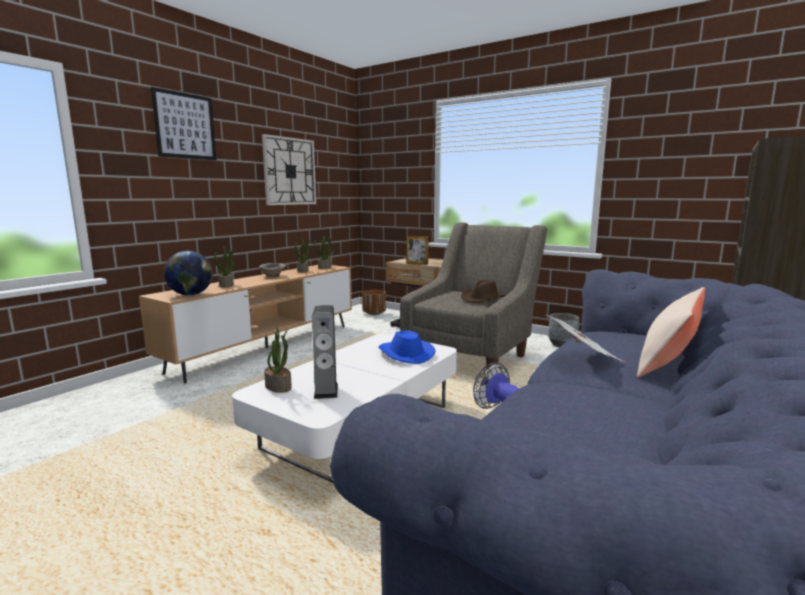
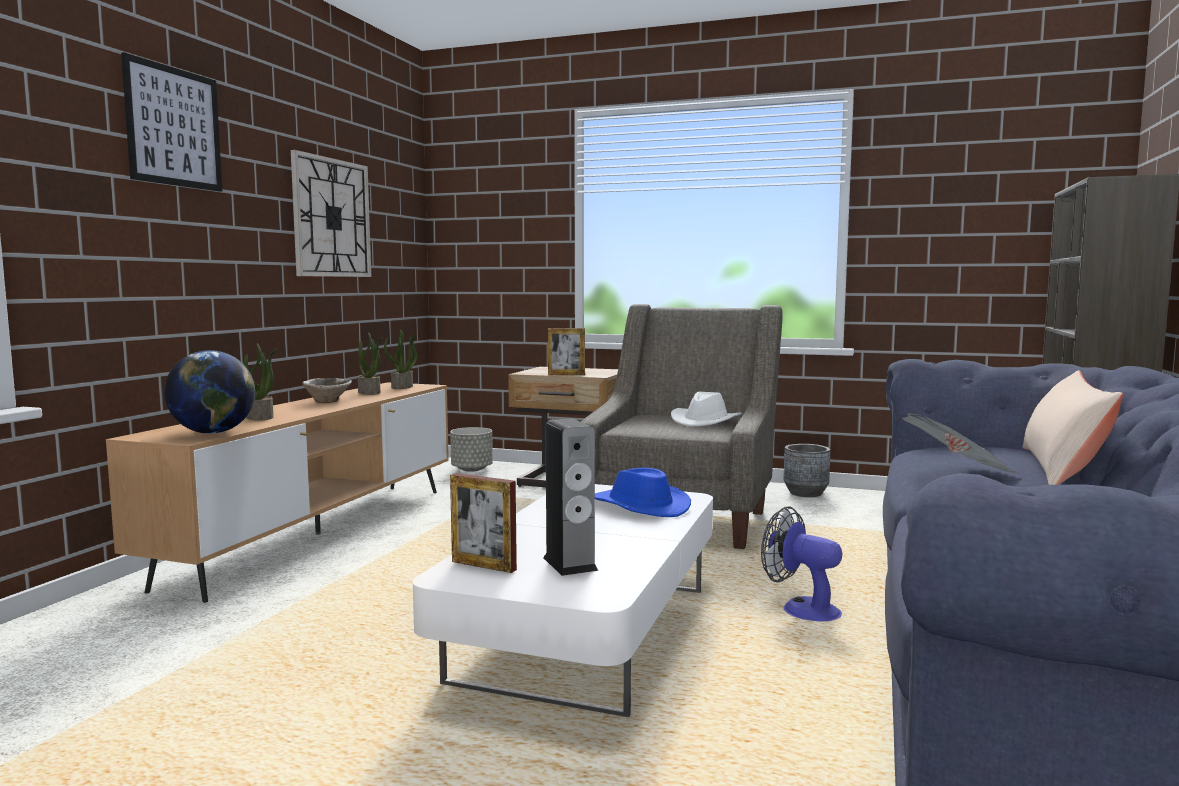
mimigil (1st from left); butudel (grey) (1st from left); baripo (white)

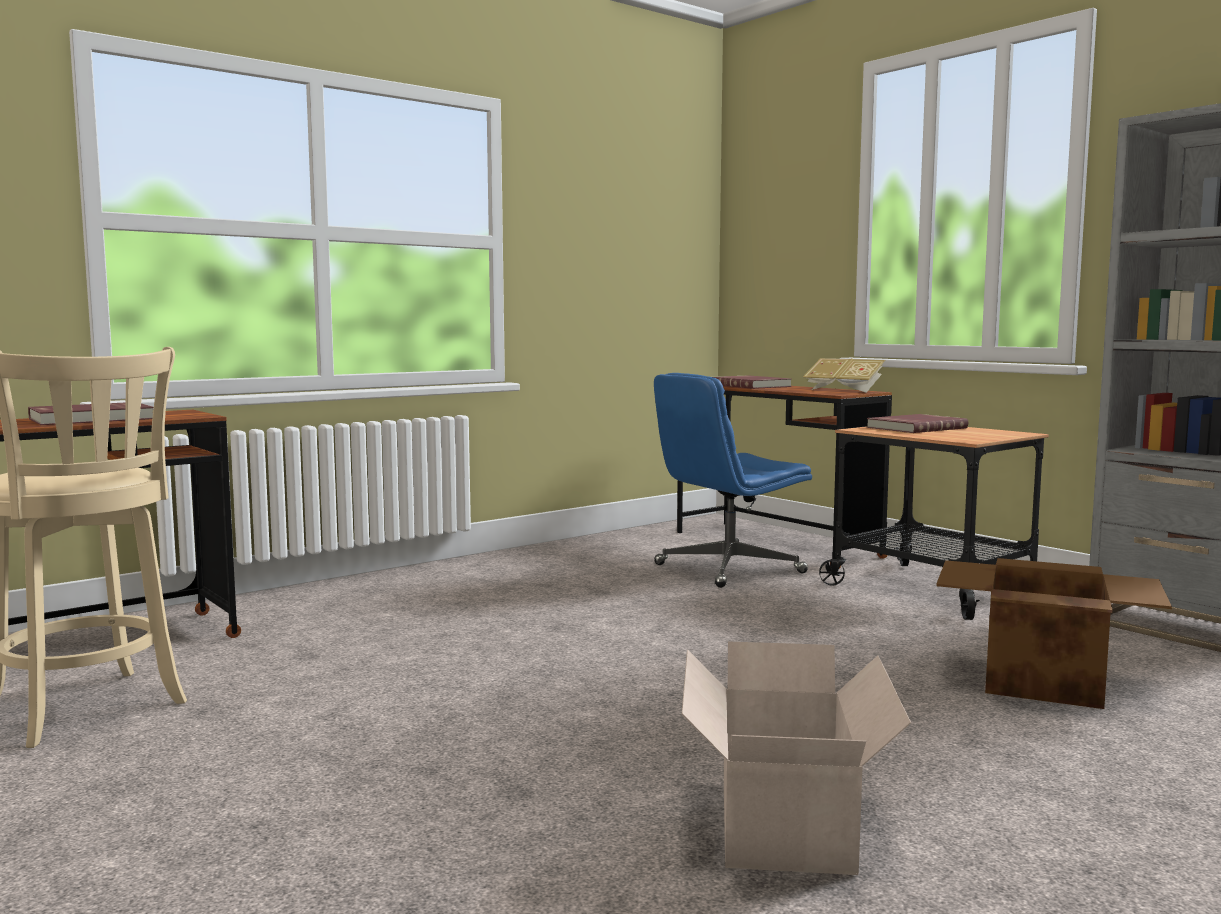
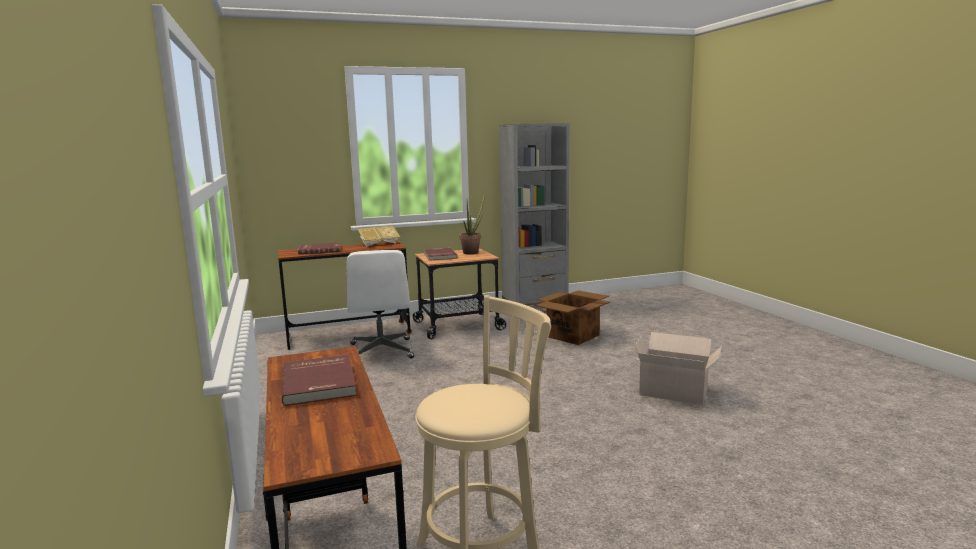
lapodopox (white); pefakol

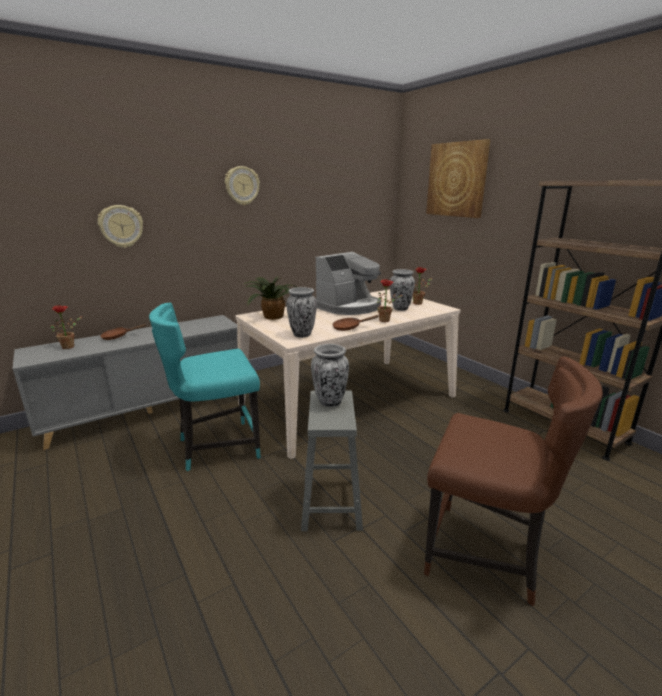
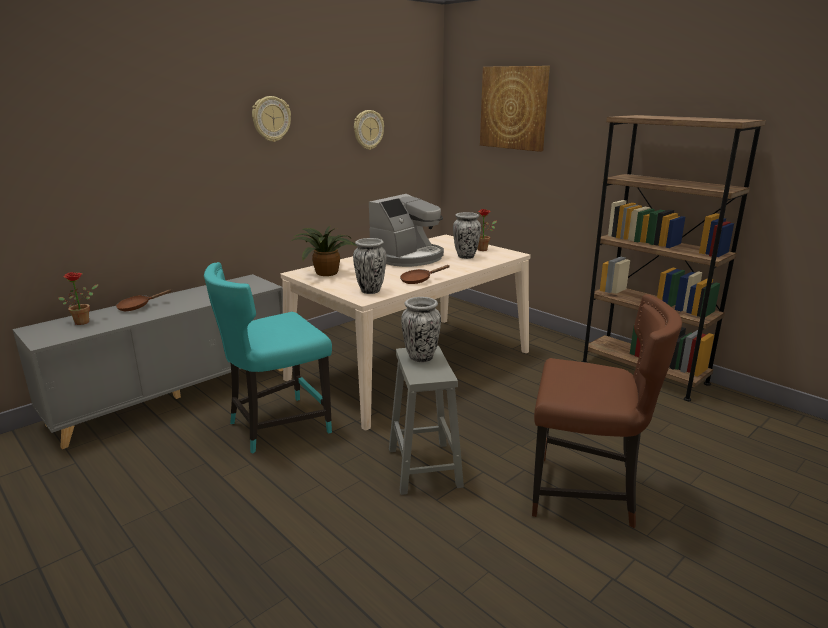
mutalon (2nd from left); pefakol (3rd from left in the first image)

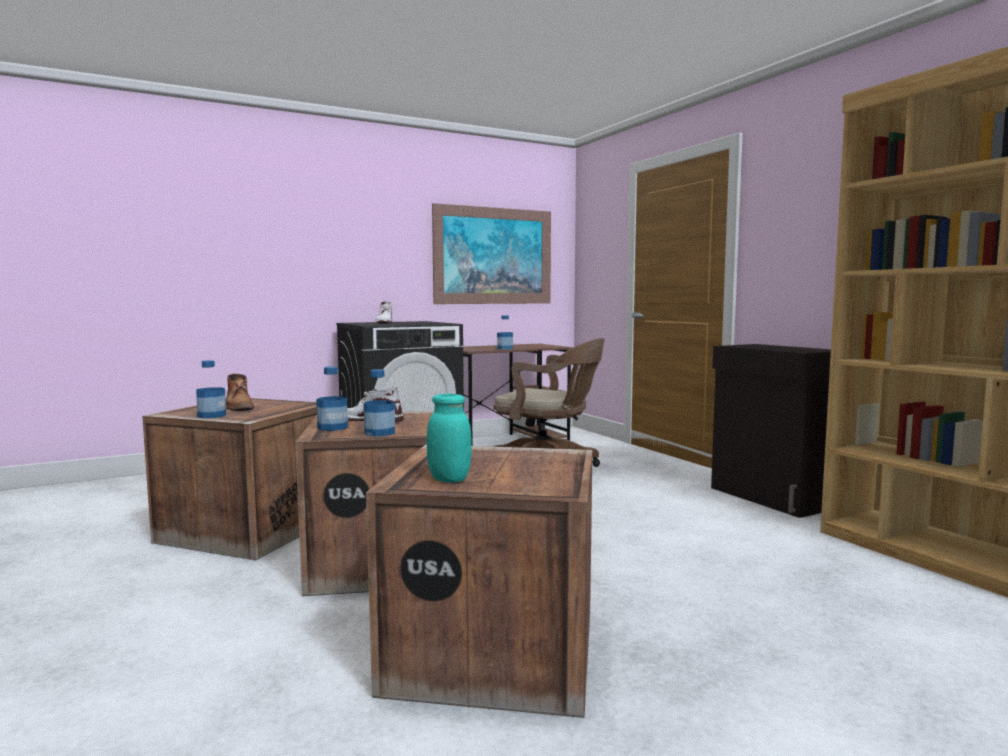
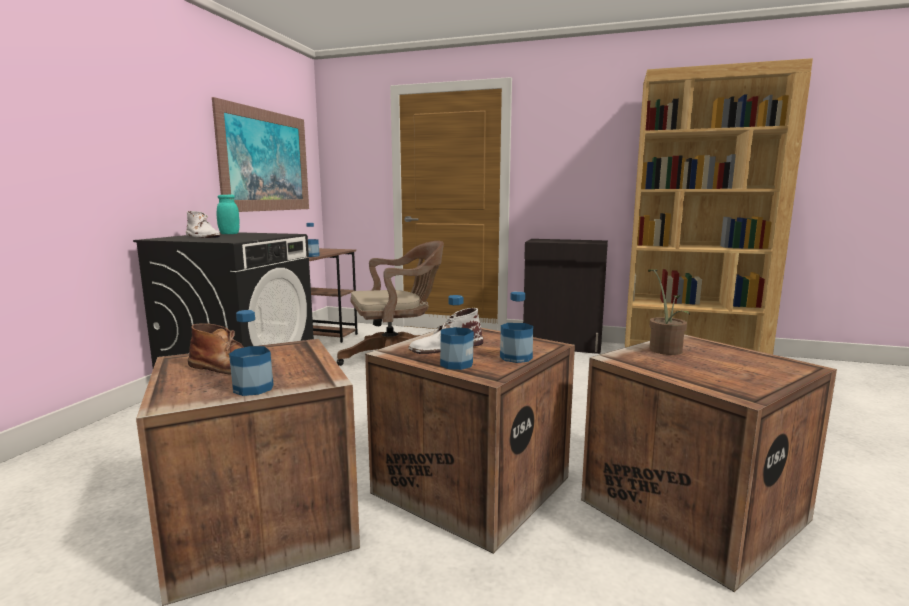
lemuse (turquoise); pefakol

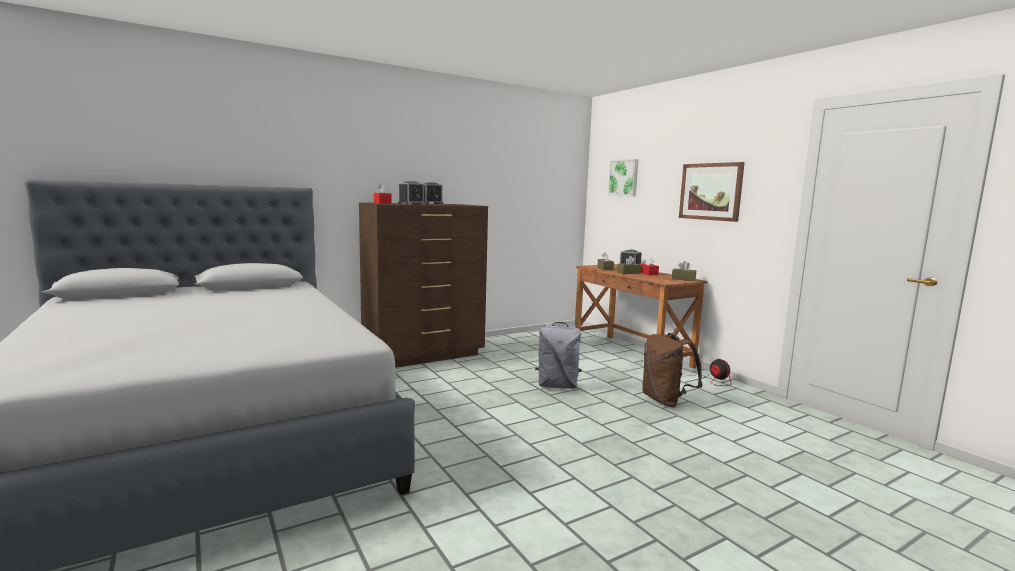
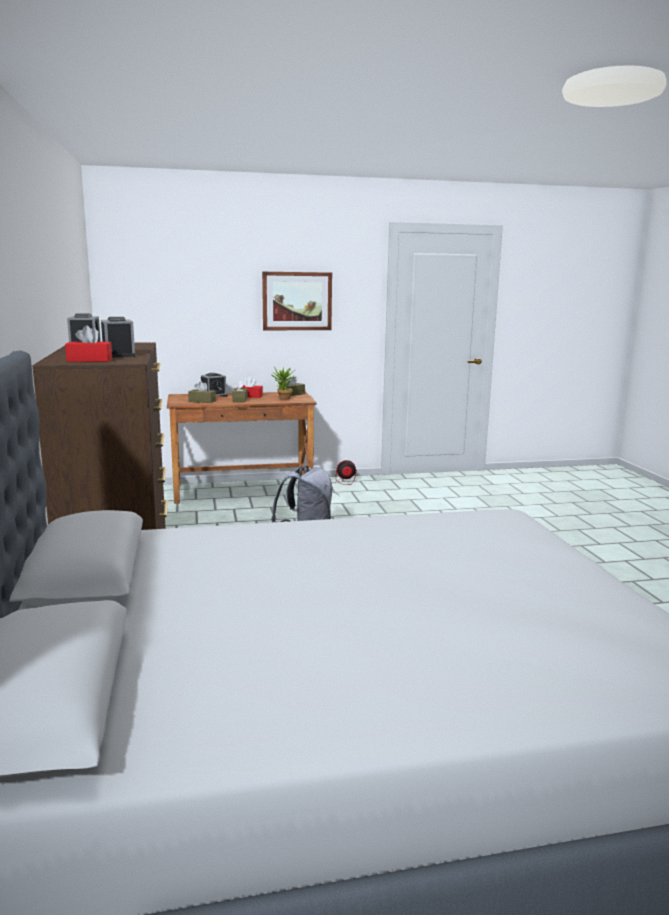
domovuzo (1st from left in the first image); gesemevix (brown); pefakol

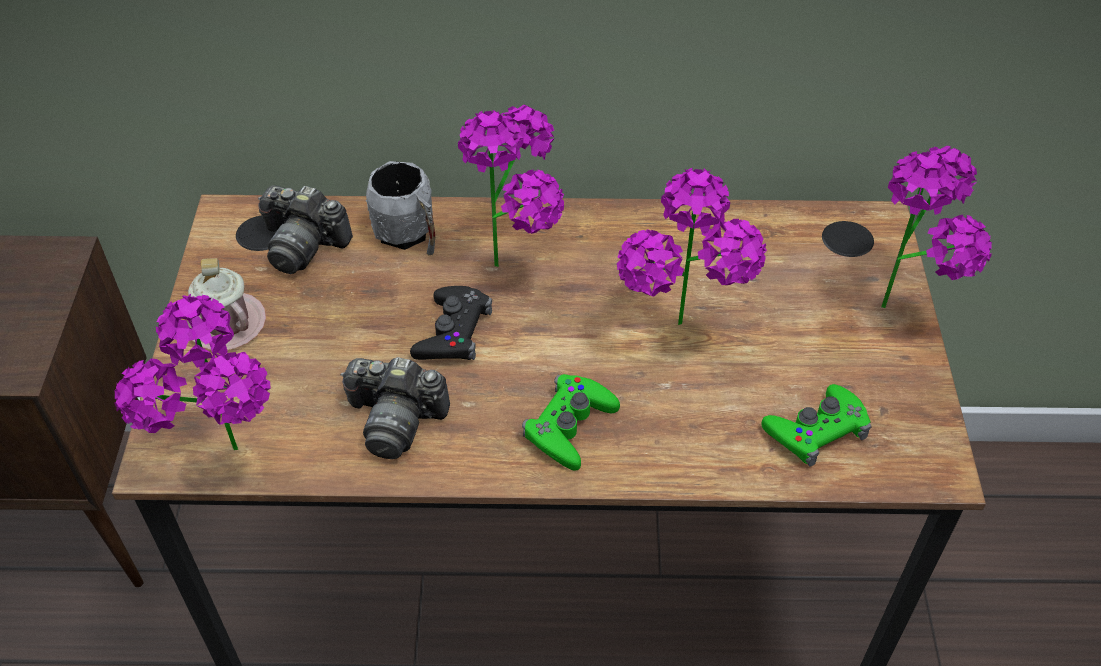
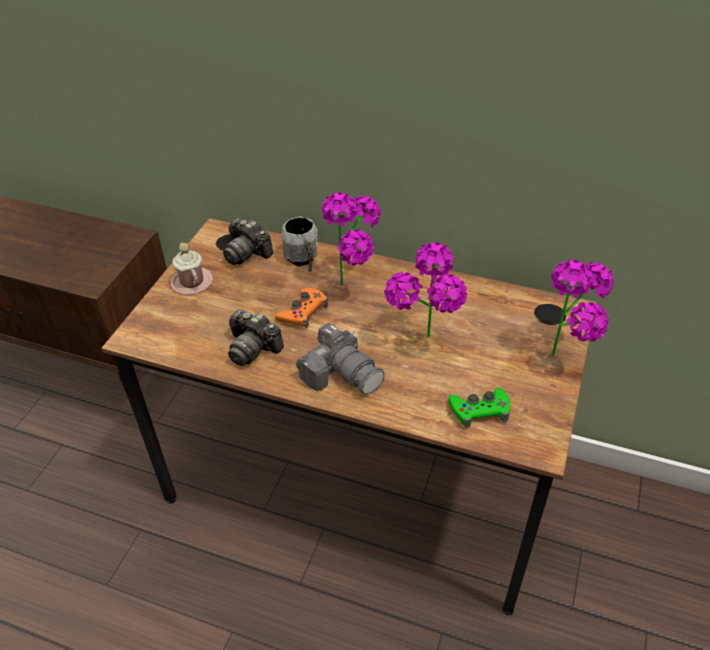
pefakol (1st from left in the first image); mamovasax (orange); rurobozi (3rd from left)

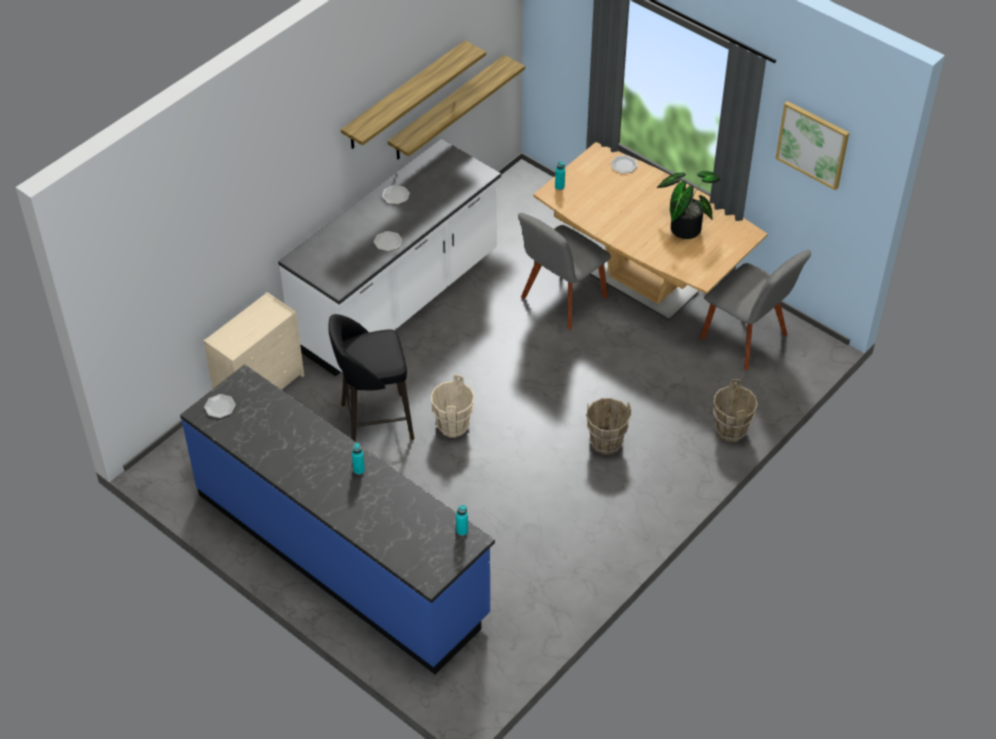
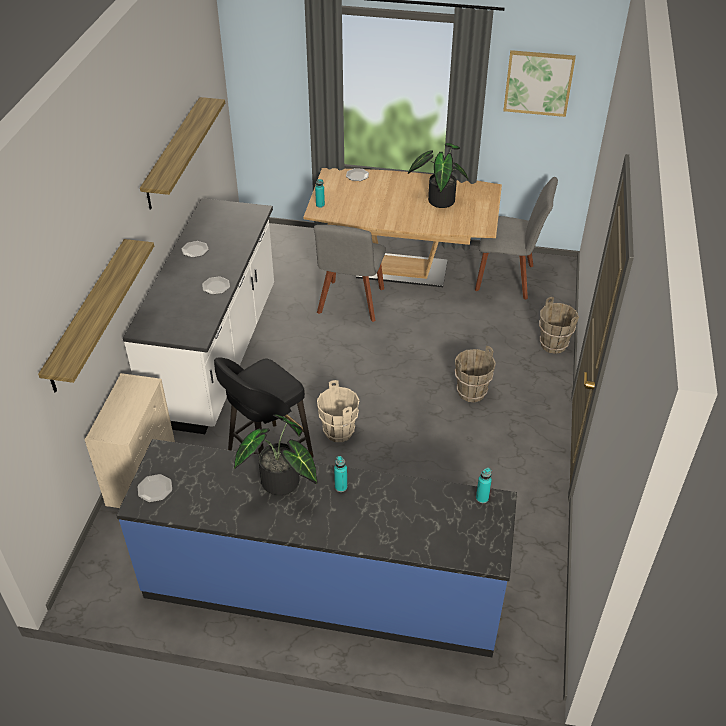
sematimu (1st from left); pefakol (1st from left)

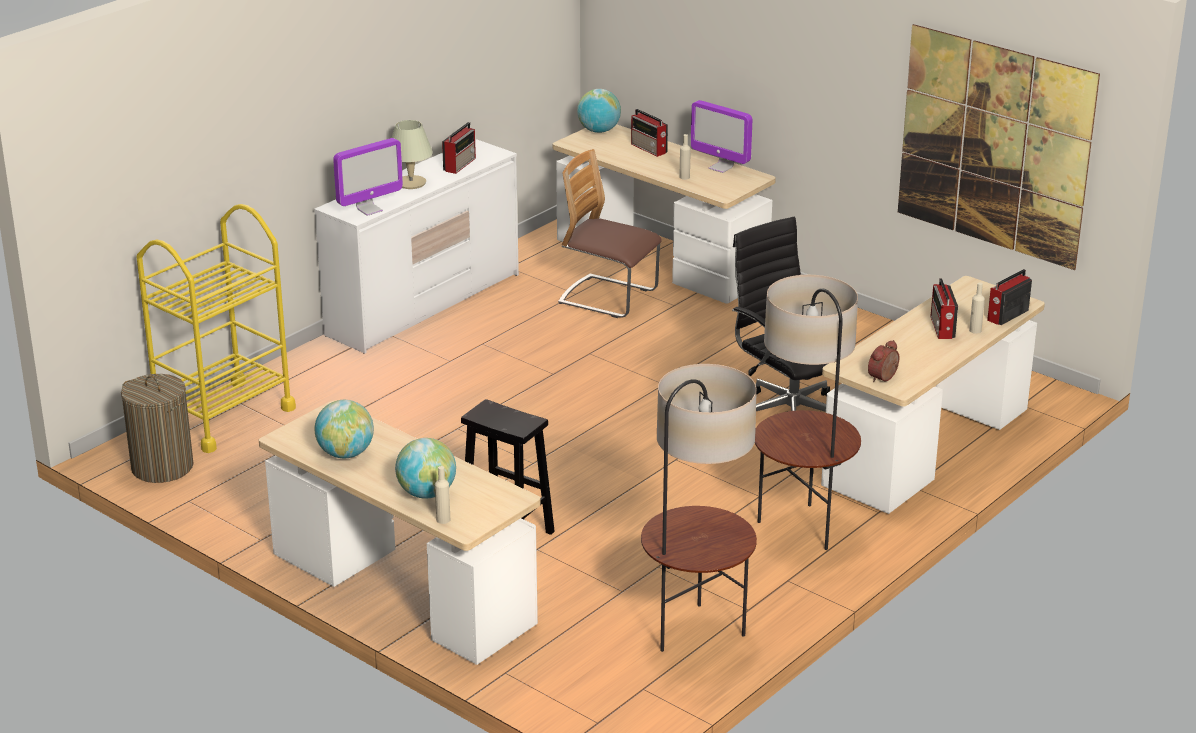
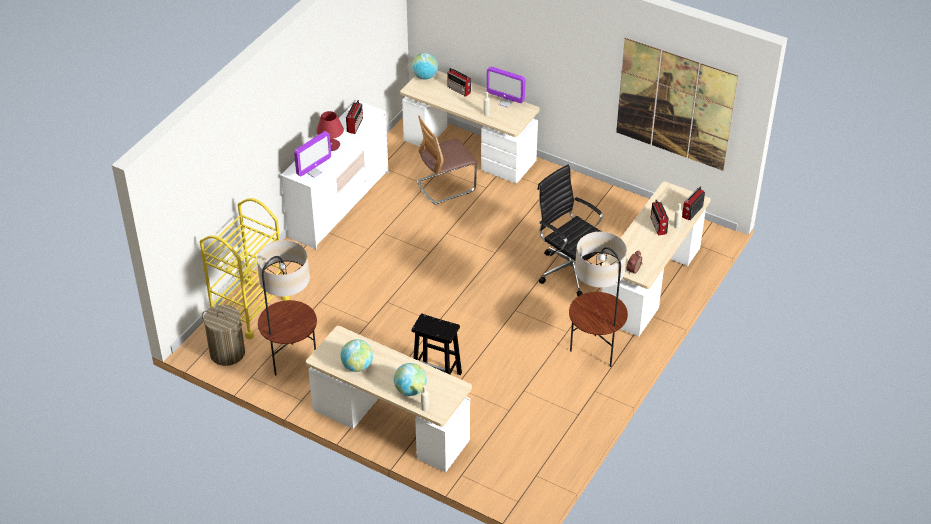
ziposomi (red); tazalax; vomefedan (1st from left)

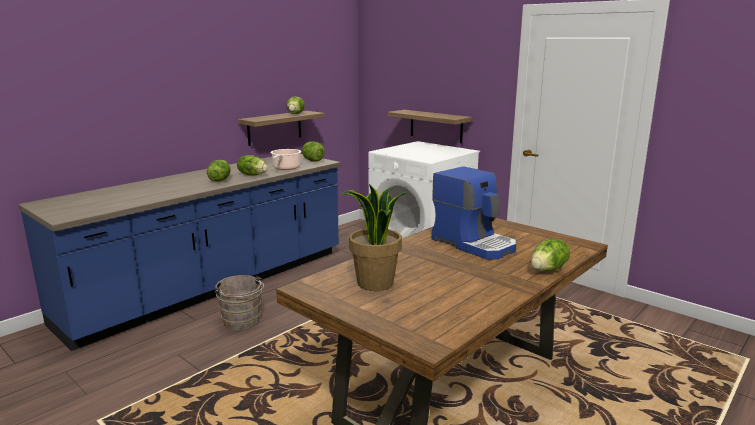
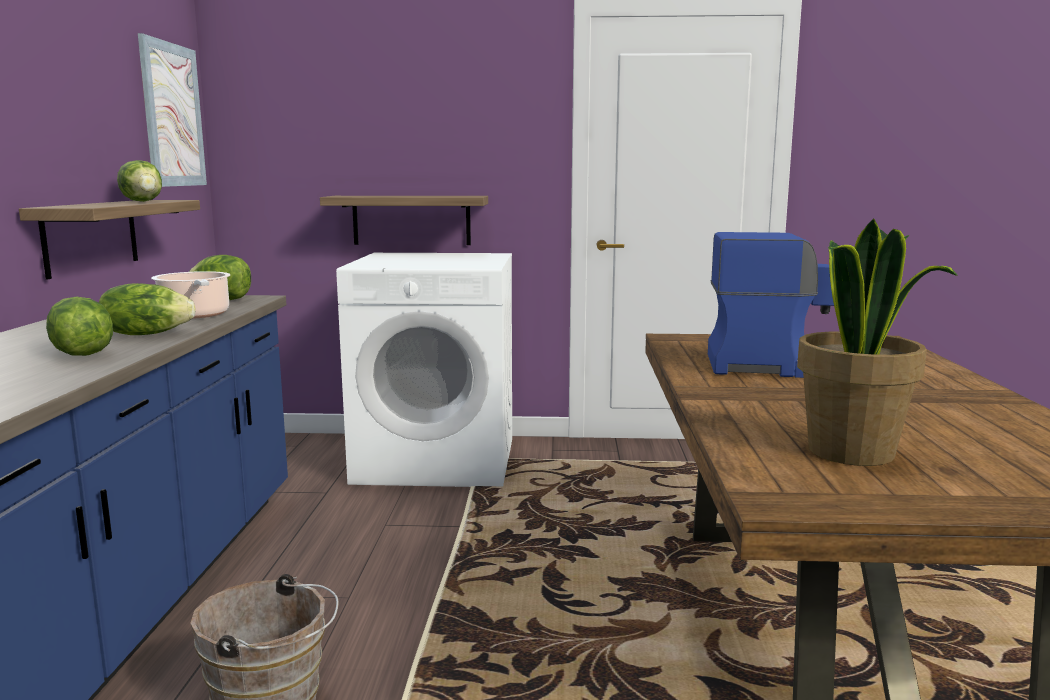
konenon (5th from left in the first image); domovuzo

